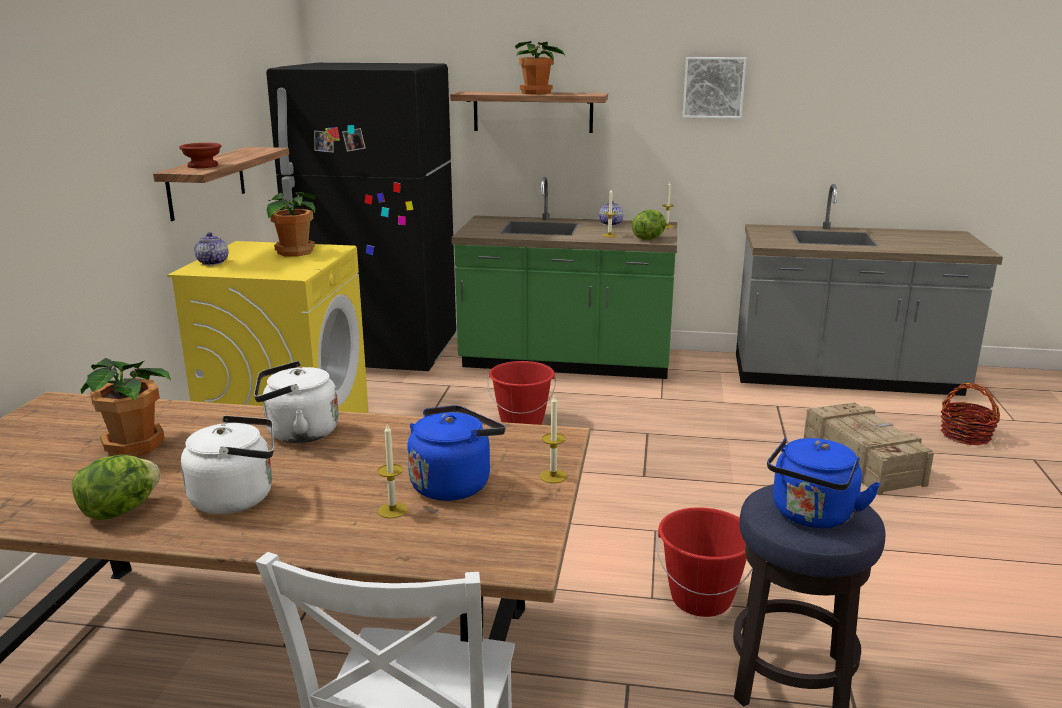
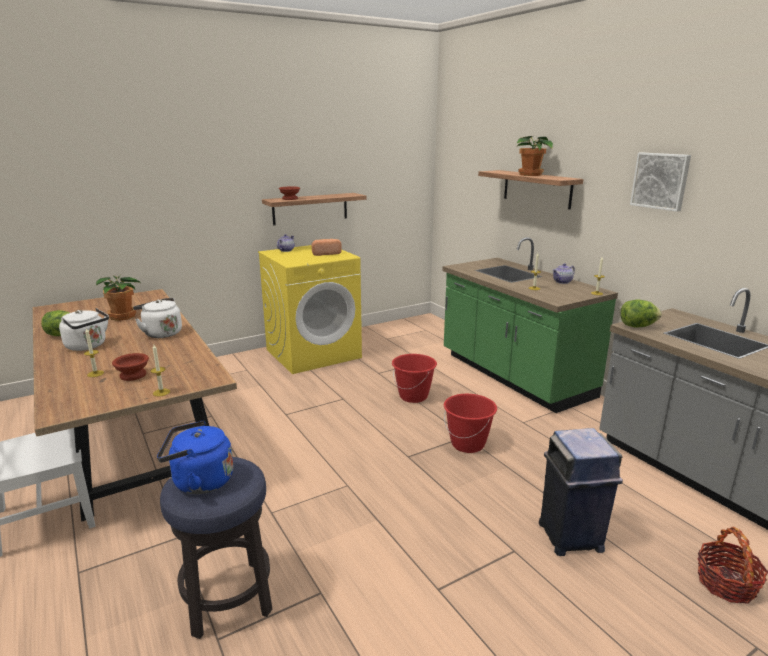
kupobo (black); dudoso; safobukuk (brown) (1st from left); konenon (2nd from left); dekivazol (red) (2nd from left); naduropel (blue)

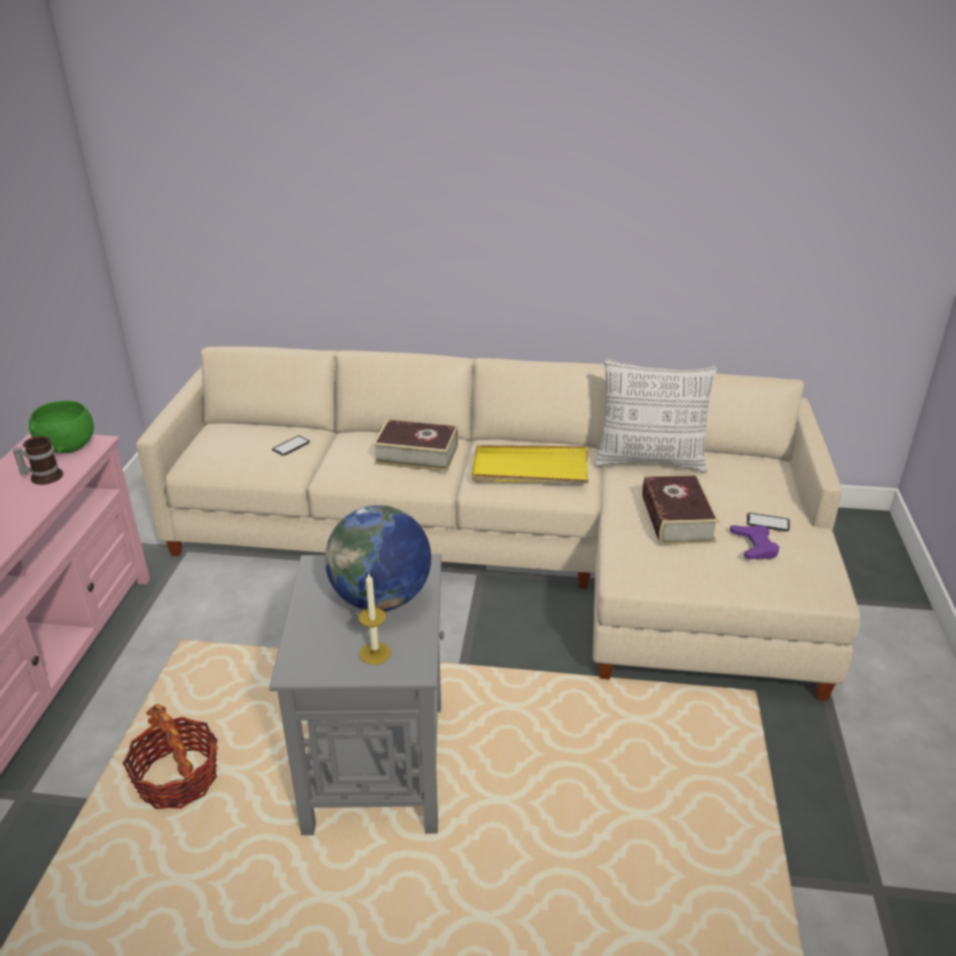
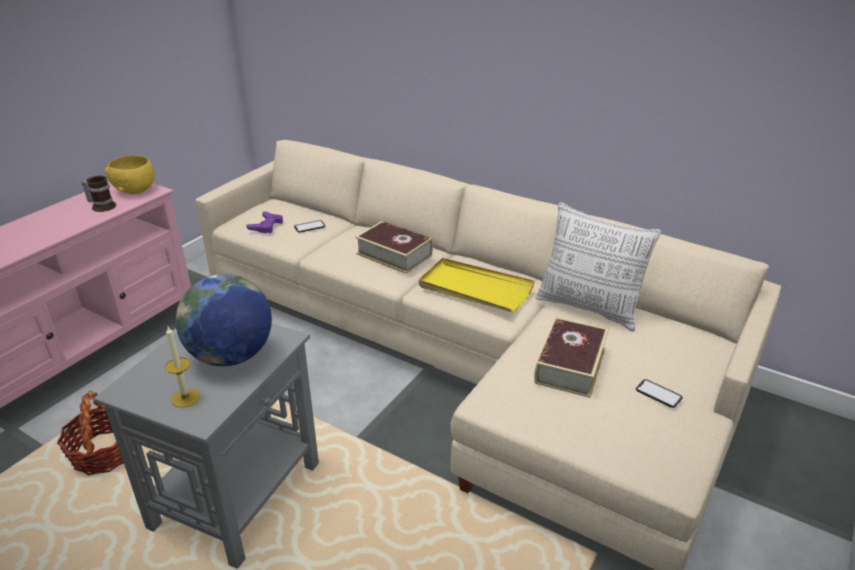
safobukuk (yellow); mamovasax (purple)

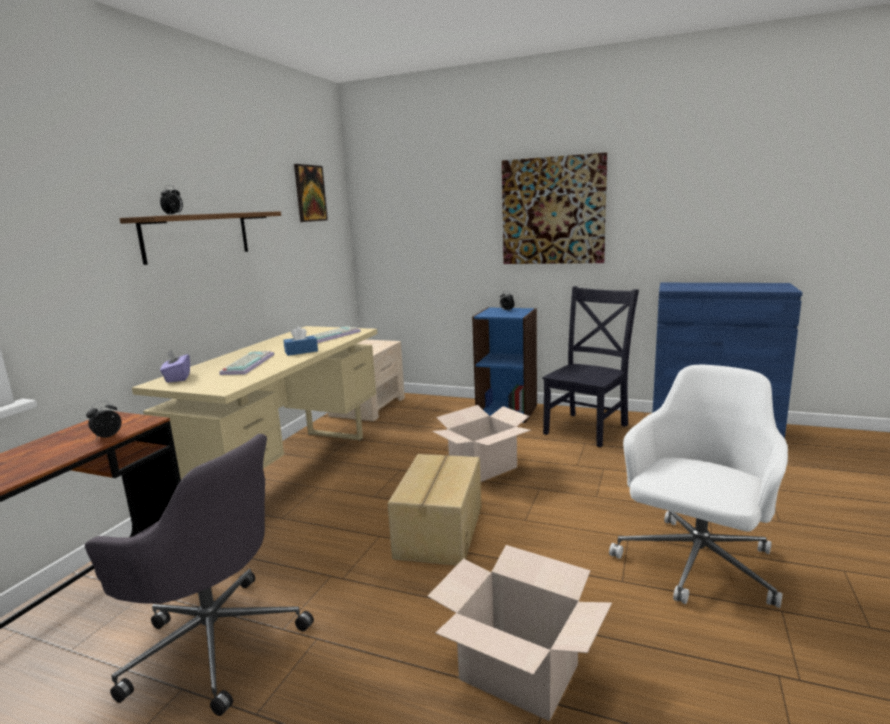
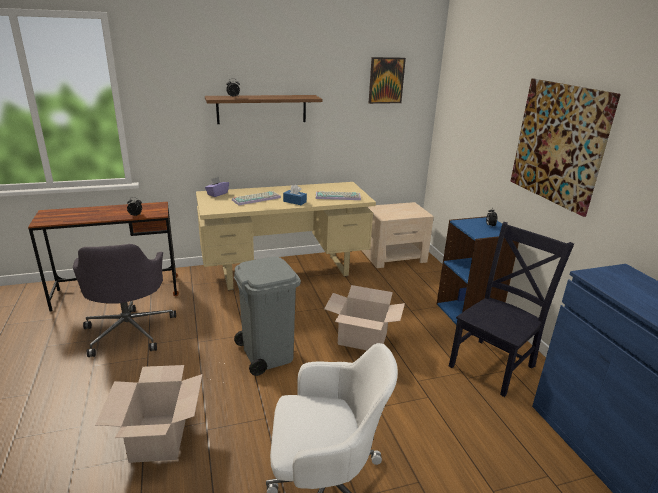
naduropel (grey); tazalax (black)

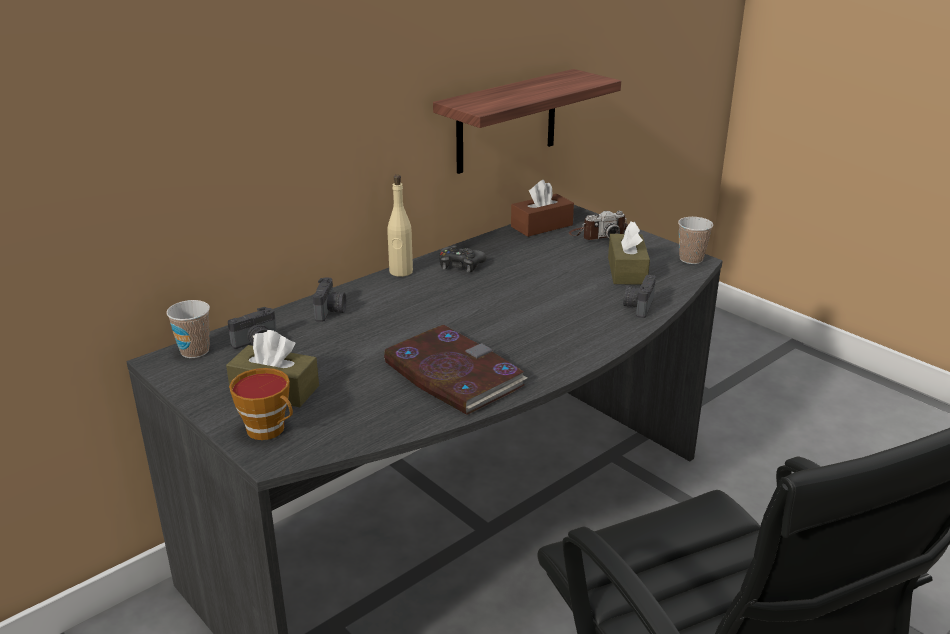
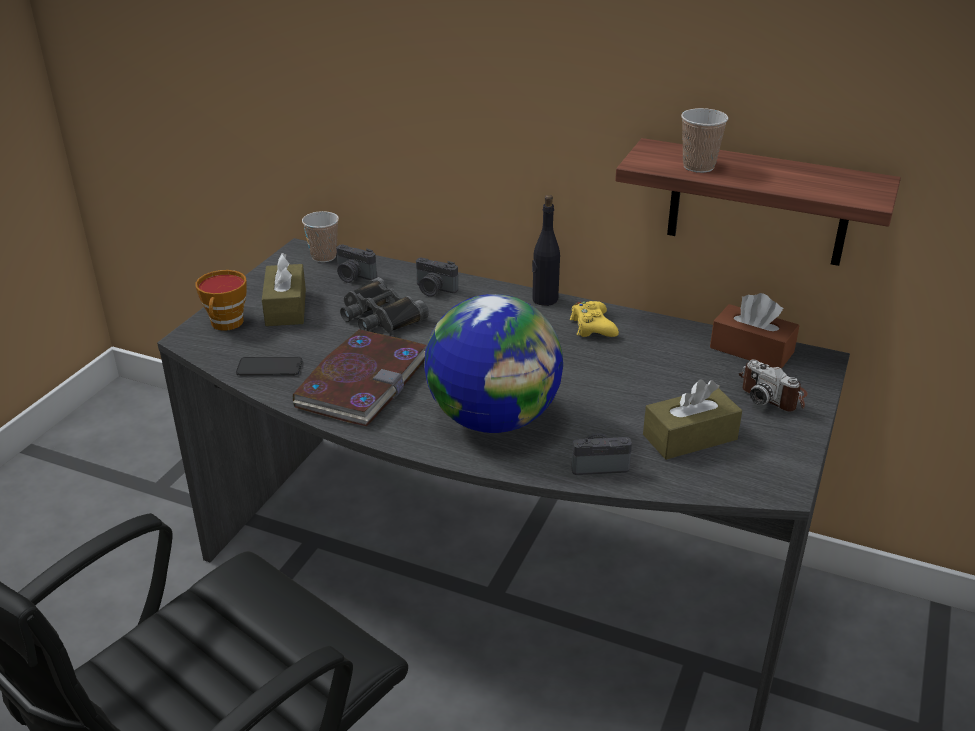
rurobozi (2nd from left); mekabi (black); mamovasax (yellow); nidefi (3rd from left); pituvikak; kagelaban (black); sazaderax

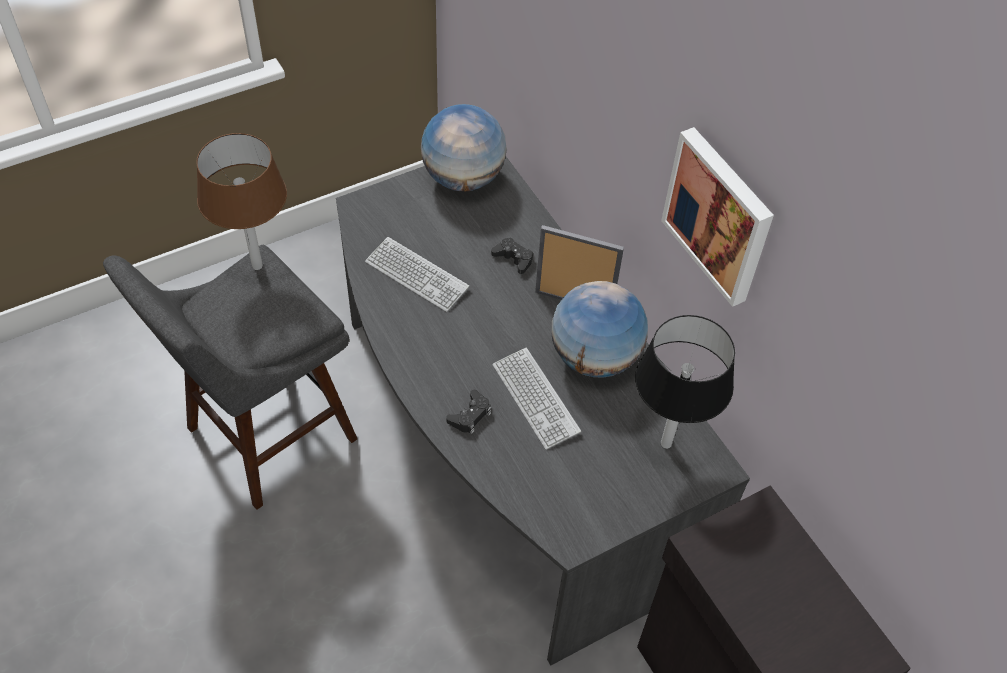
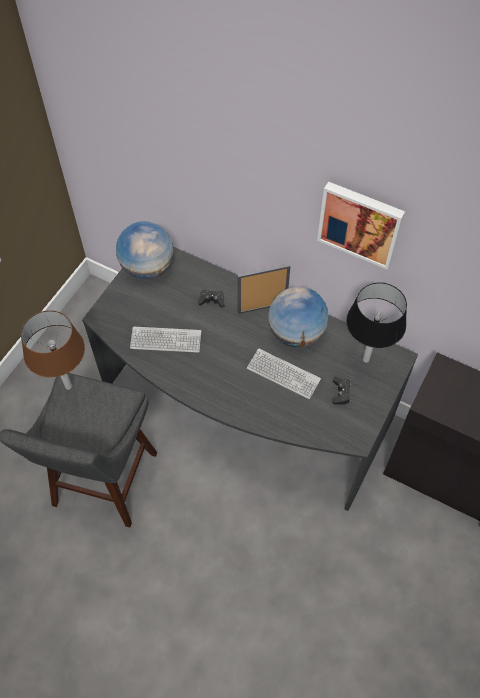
mamovasax (black) (2nd from left)

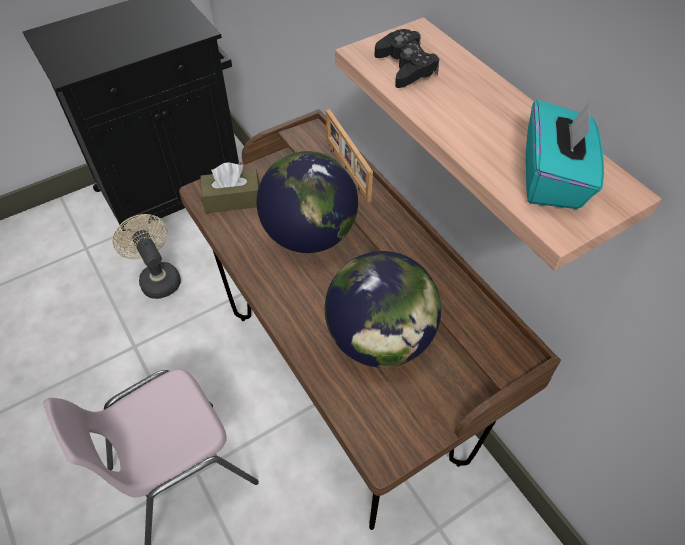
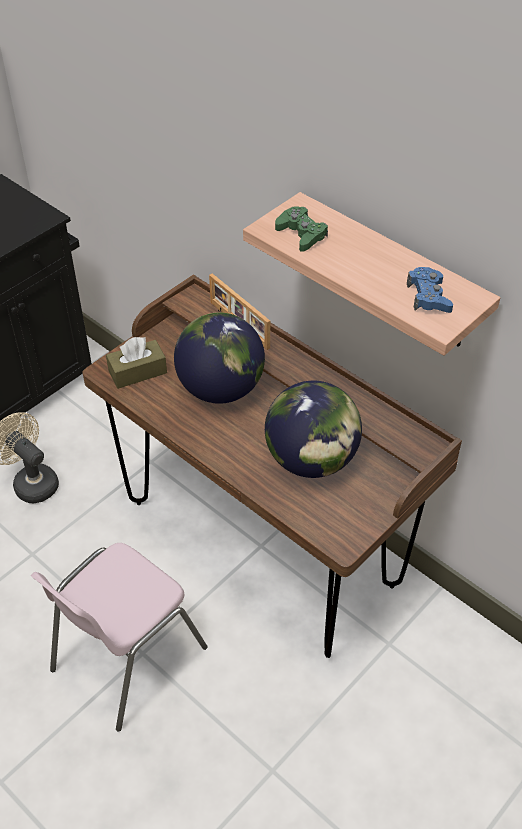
mamovasax (green); mamovasax (blue)

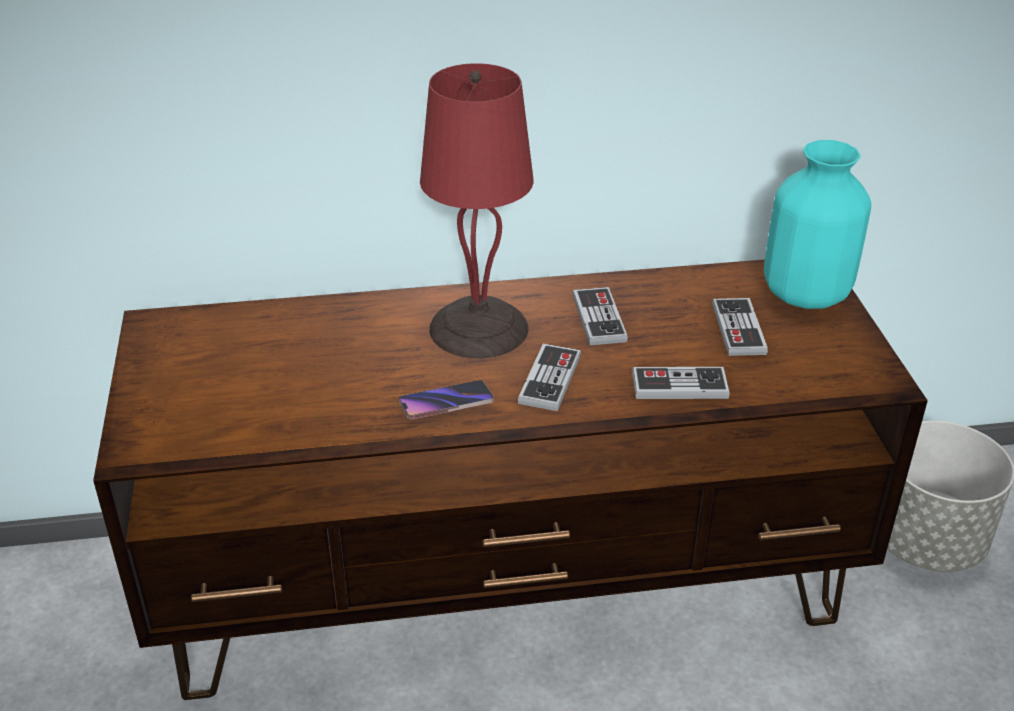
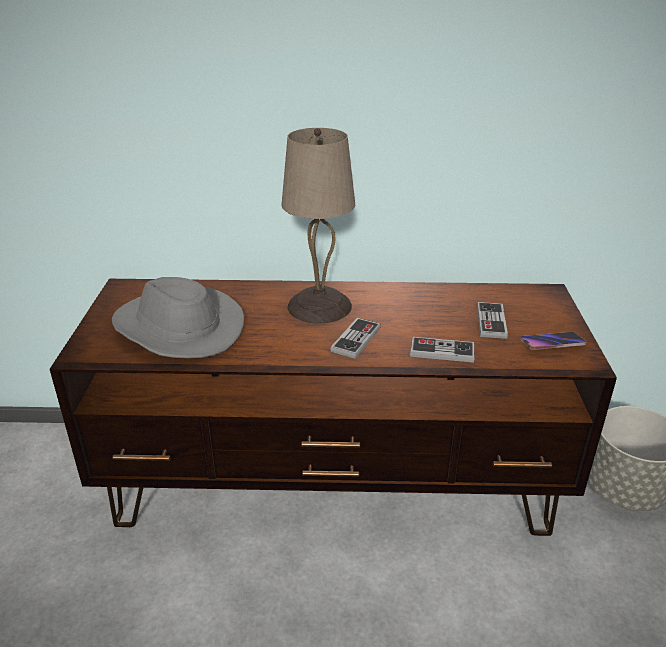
pituvikak; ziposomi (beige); mamovasax (2nd from left in the first image); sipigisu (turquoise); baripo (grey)

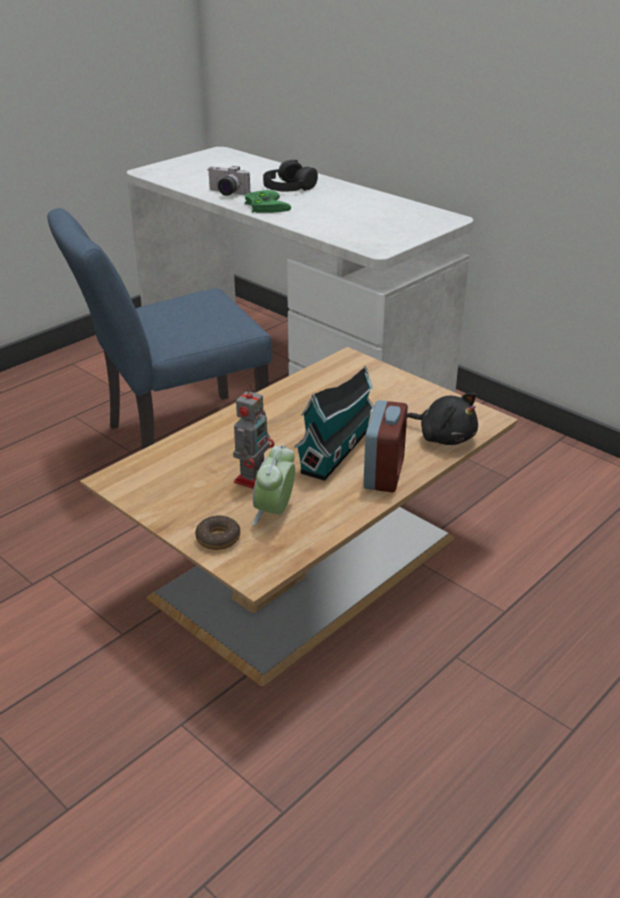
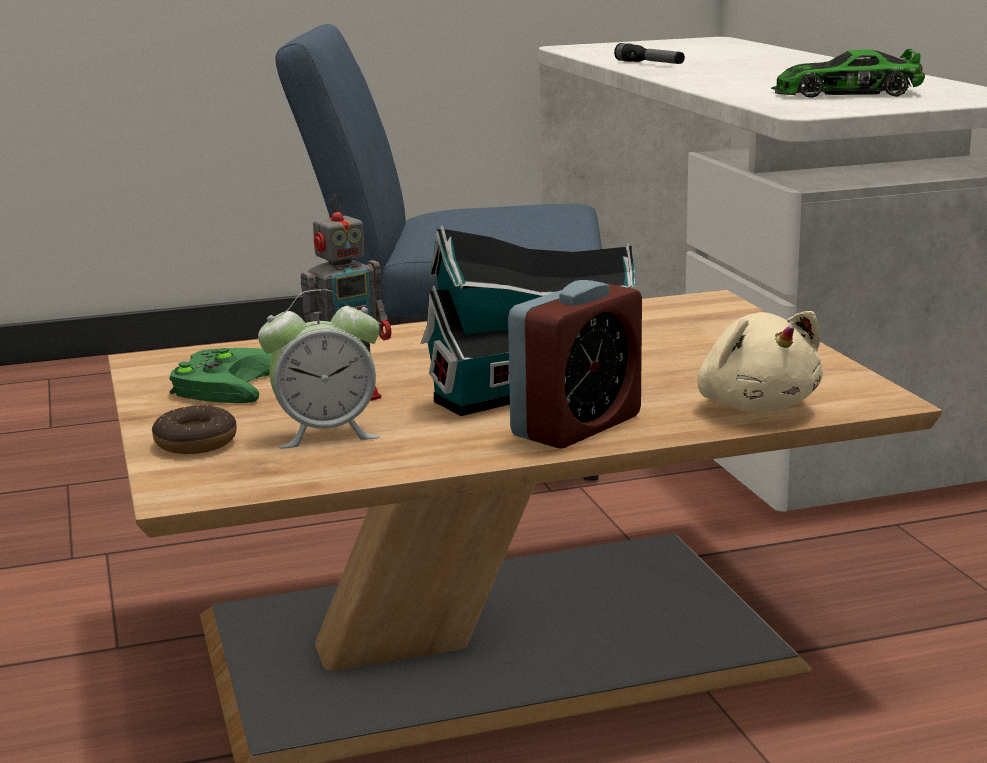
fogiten; mamovasax (green); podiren (1st from left); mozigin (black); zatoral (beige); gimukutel

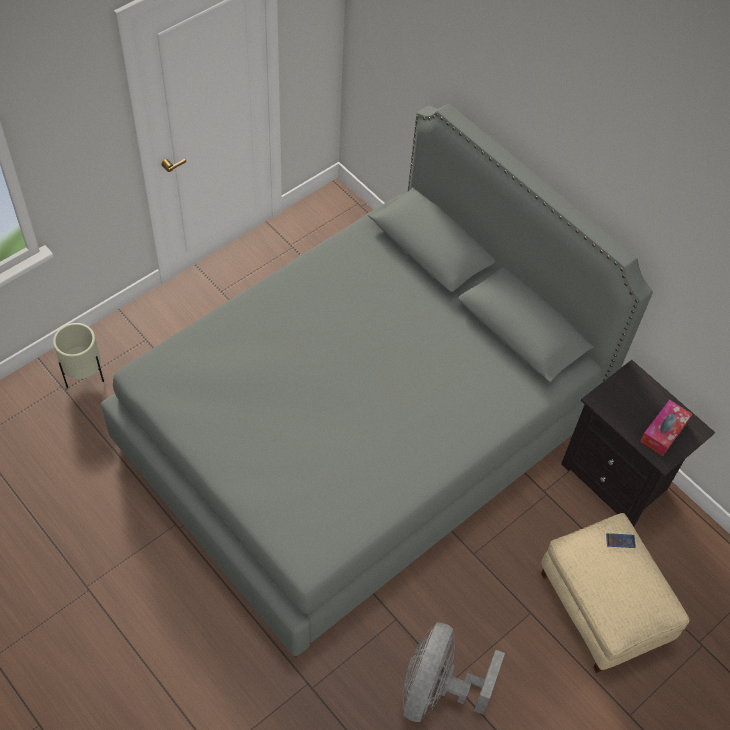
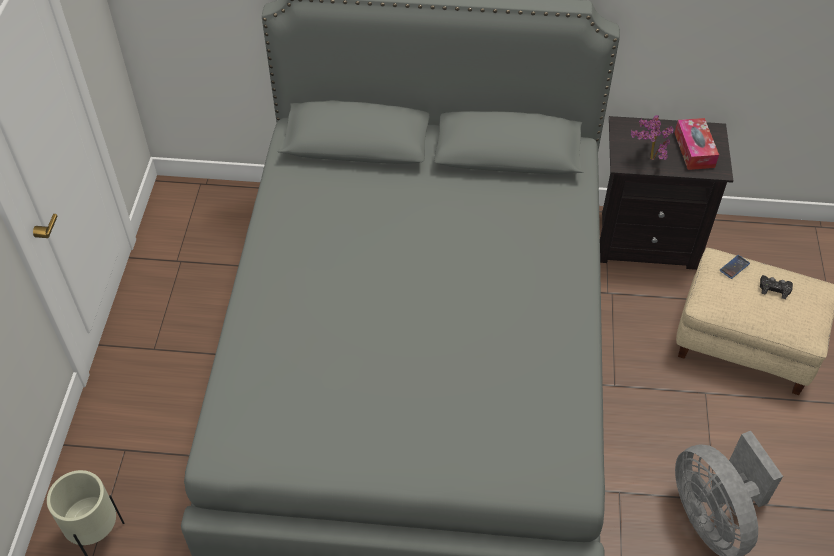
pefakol; mamovasax (black)

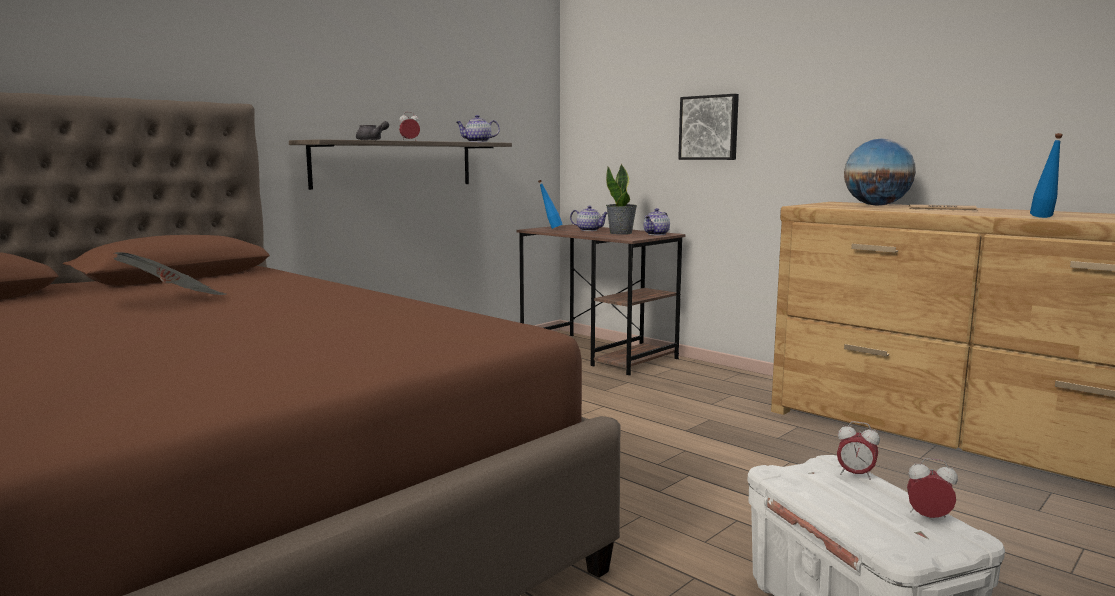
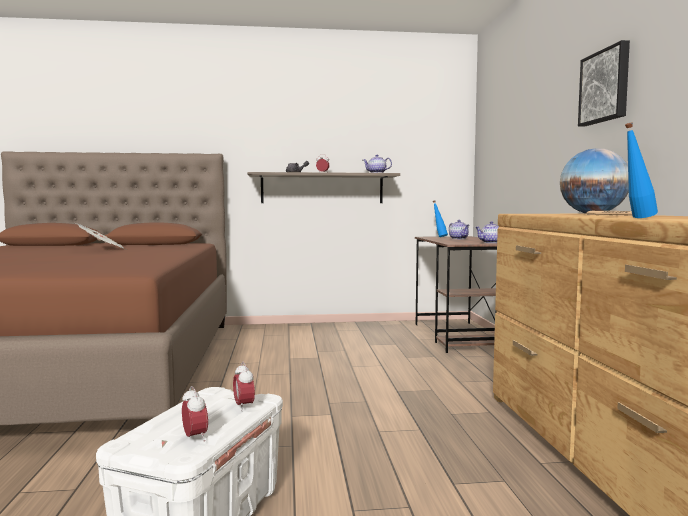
pefakol; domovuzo

